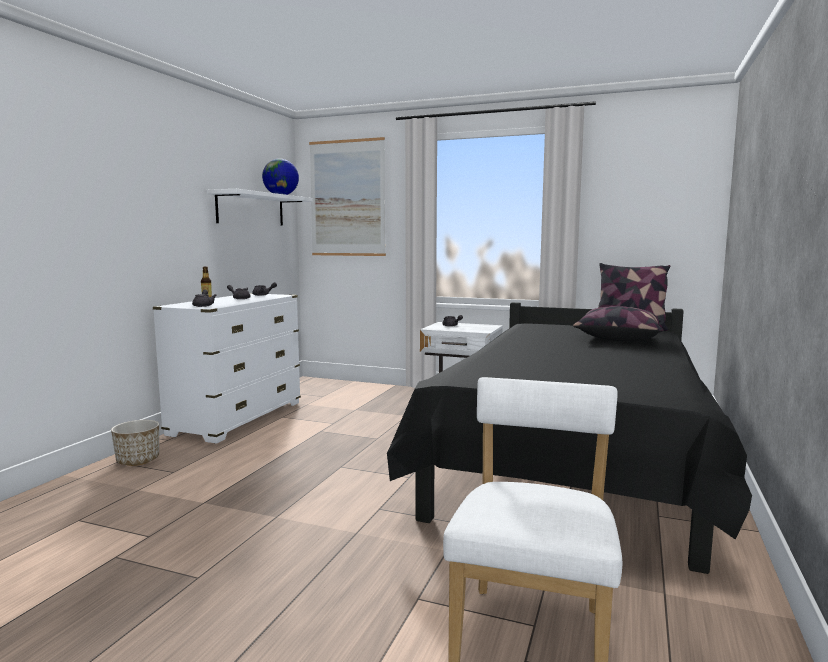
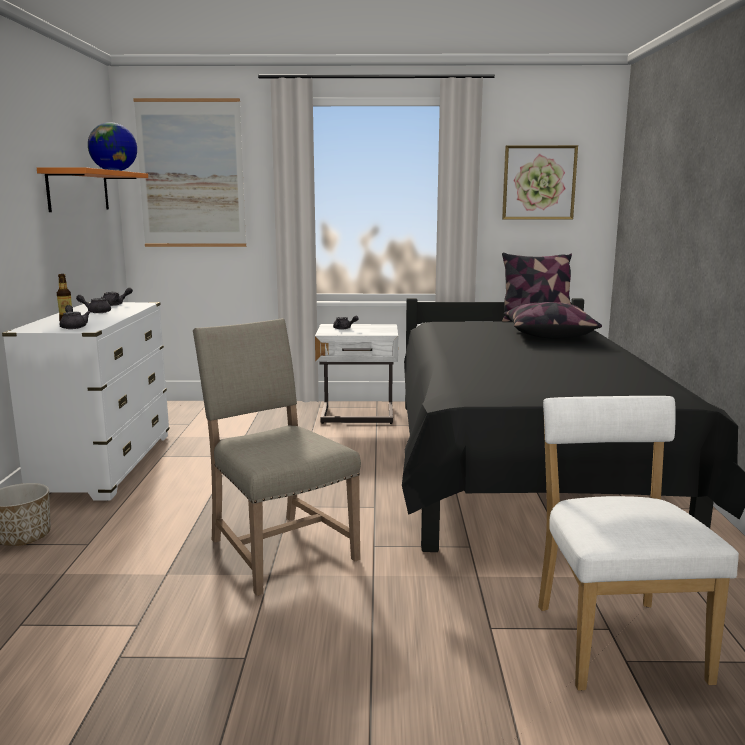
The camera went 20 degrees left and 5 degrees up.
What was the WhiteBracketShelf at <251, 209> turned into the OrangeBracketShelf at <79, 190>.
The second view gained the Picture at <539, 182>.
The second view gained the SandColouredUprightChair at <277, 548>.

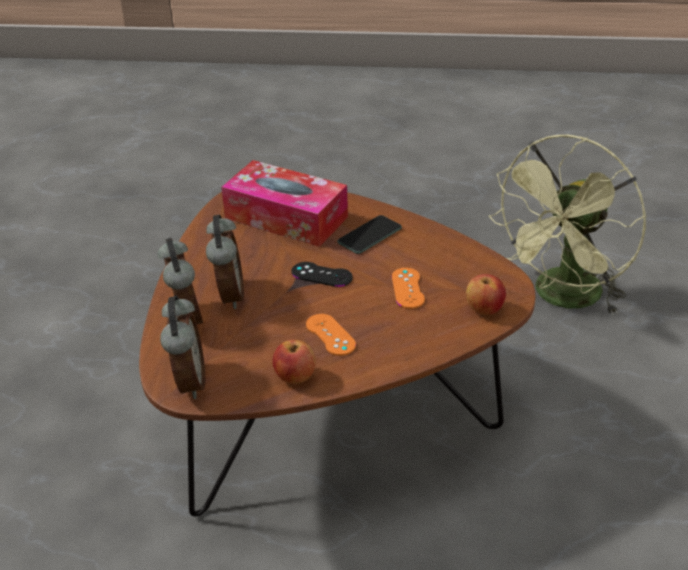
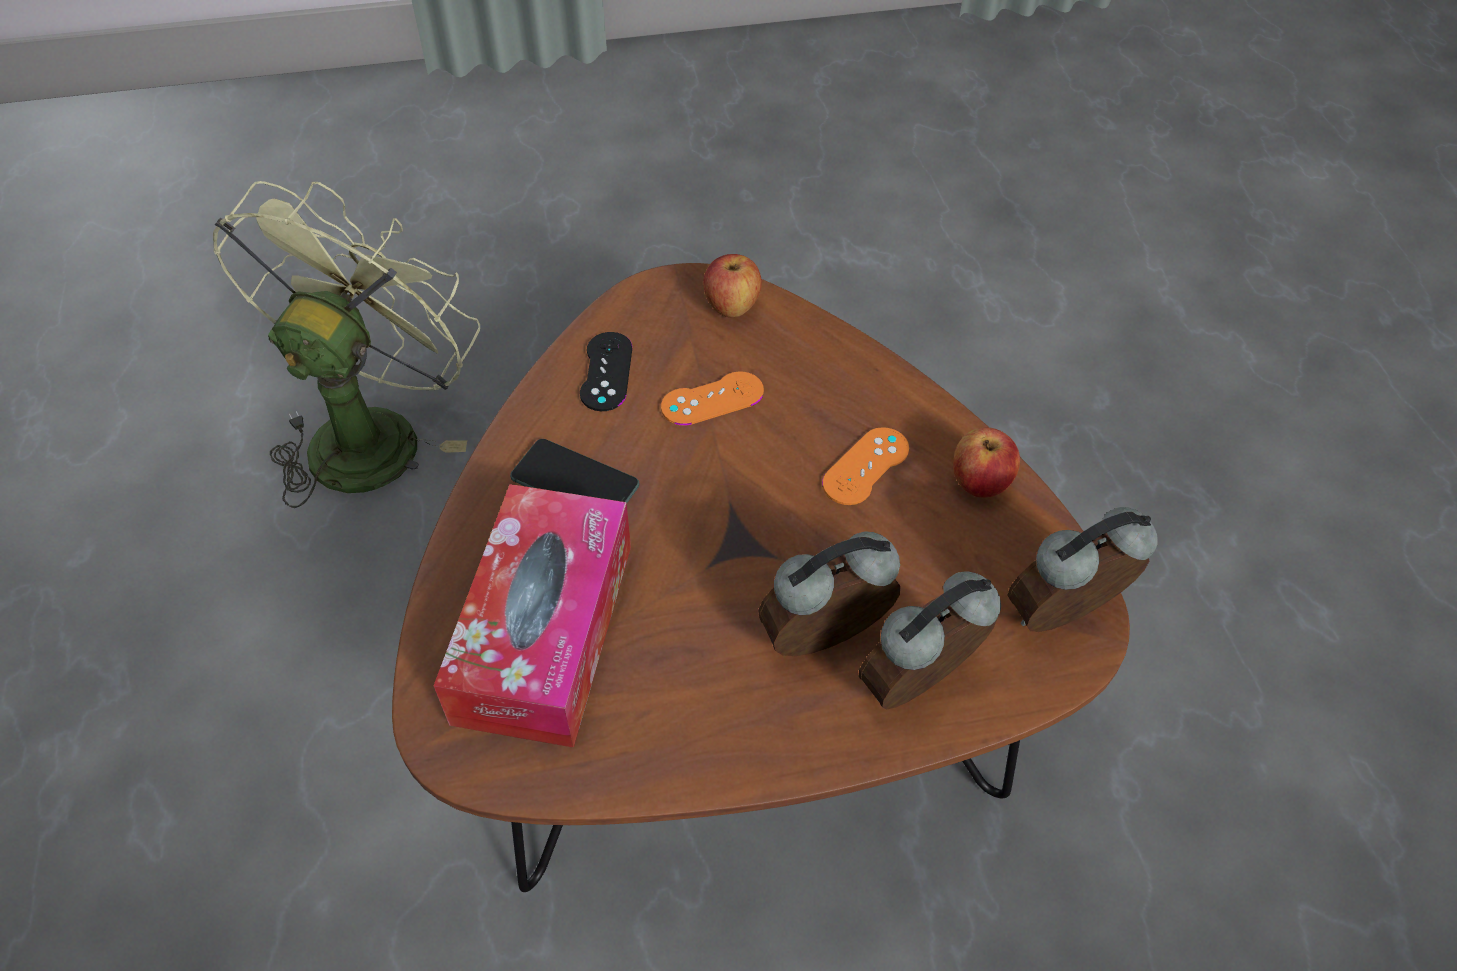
The camera went 110 degrees left and 15 degrees up.
The GreenColouredElectricFan at <563, 299> ended up facing another way, 90 degrees counterclockwise from before.
The BlackishGameController ended up elsewhere, having gone from <321, 275> to <606, 371>.

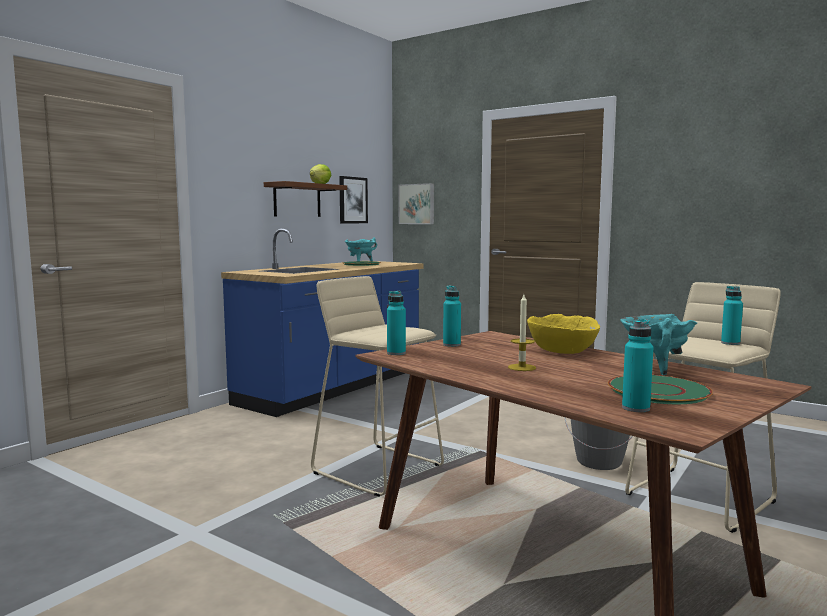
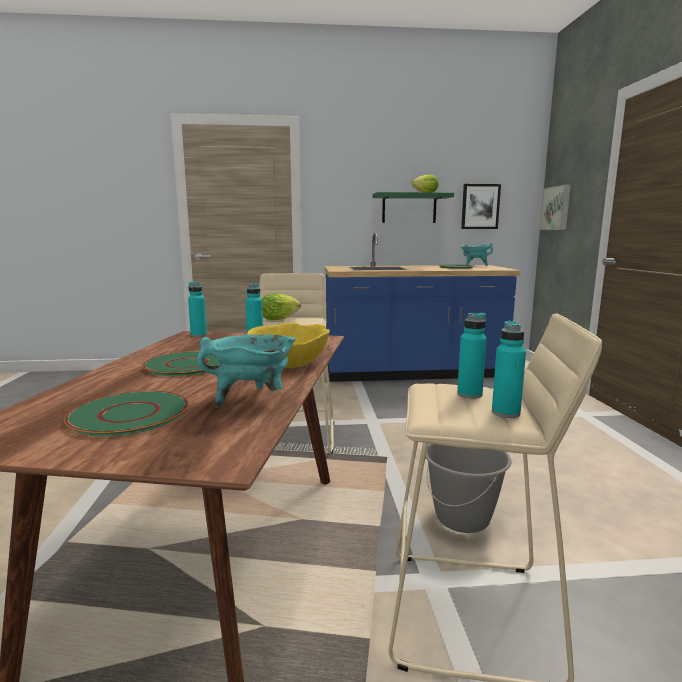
The camera went 50 degrees right and 5 degrees up.
What was the BrownBracketShelf at <297, 200> turned into the GreenColouredBracketShelf at <409, 208>.
Where the Candle stood at <522, 367>, the GreenColouredPlate came to stand at <187, 365>.
The BlueGreenBeverageBottle ended up elsewhere, having gone from <635, 408> to <469, 394>.
The second view gained the LettuceHead at <278, 319>.

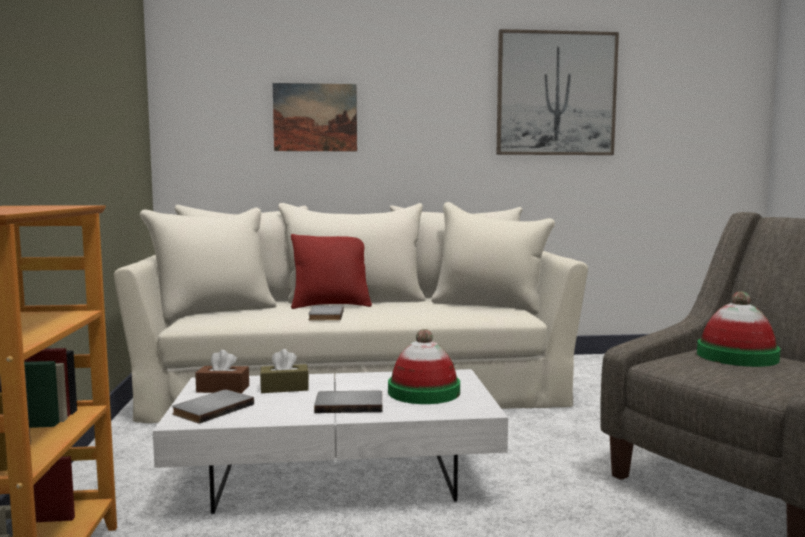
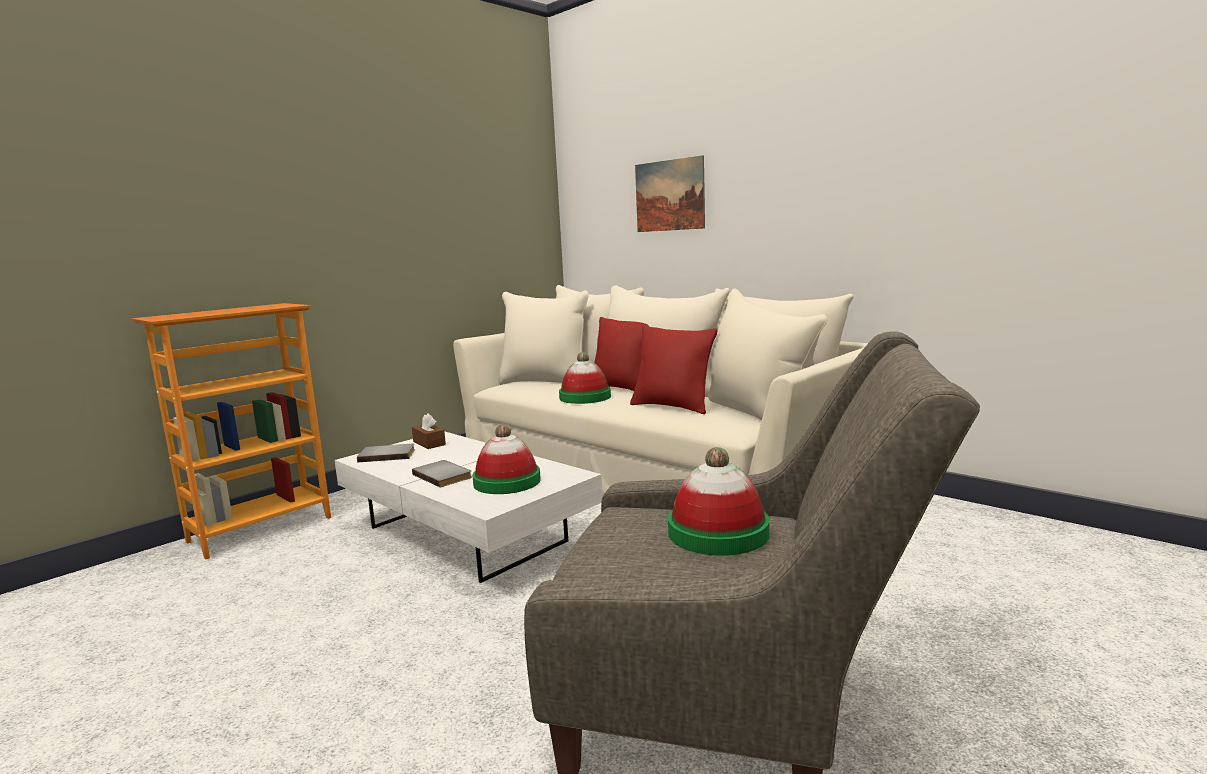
The camera went 50 degrees right and 5 degrees up.
The second view lost the Picture at <556, 94>.
Where the GrayVolume stood at <324, 315>, the Hat came to stand at <585, 397>.
The second view lost the BrownTissueBox at <284, 388>.
The second view gained the ReddishCushion at <672, 407>.

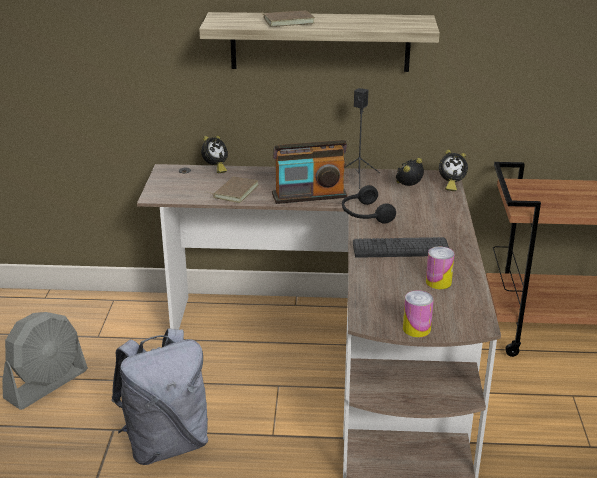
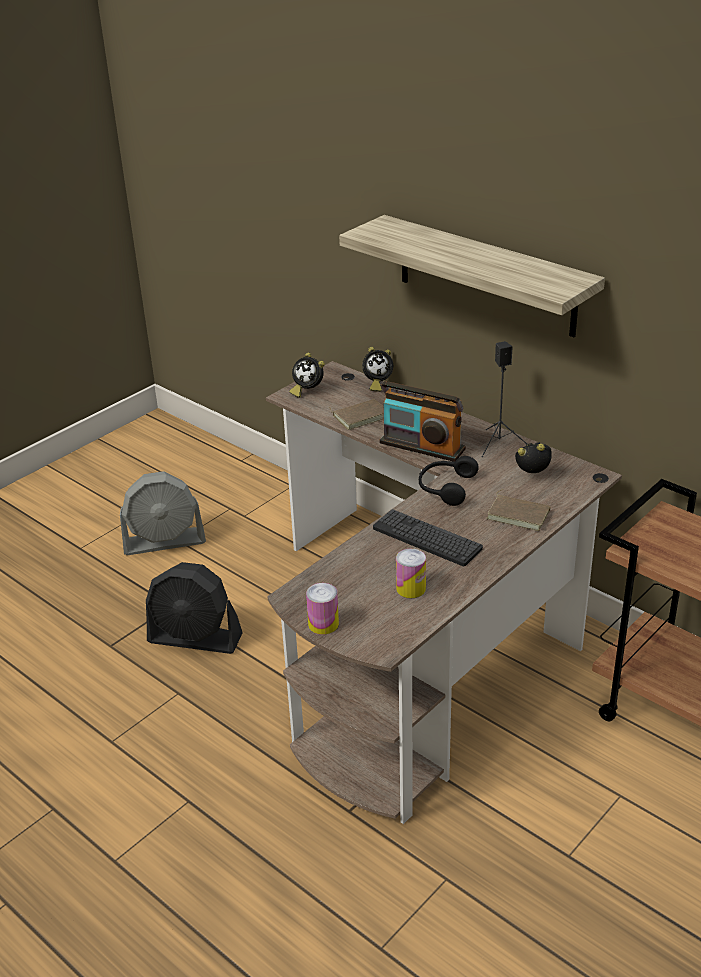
The camera went 40 degrees right and 5 degrees up.
The BrownVolume ended up elsewhere, having gone from <288, 21> to <519, 514>.
The BedsideClock ended up elsewhere, having gone from <450, 185> to <307, 391>.
Where the GrayRucksack stood at <166, 443>, the BlackishElectricFan came to stand at <195, 638>.

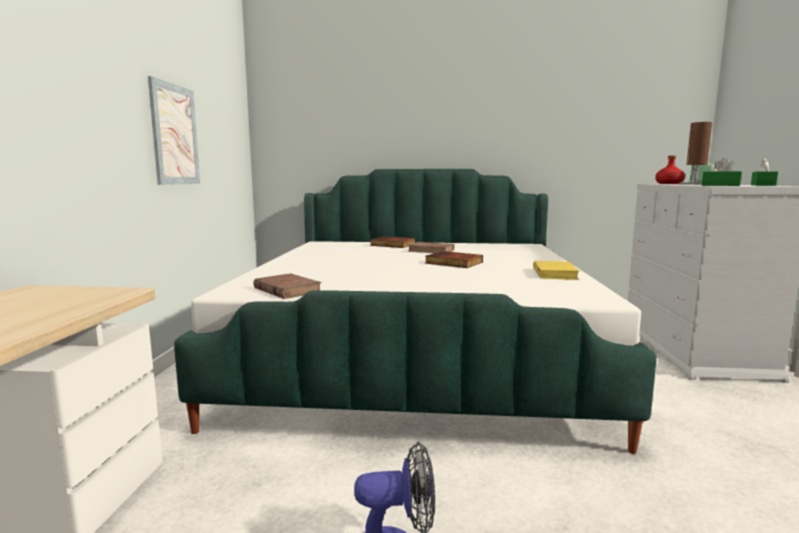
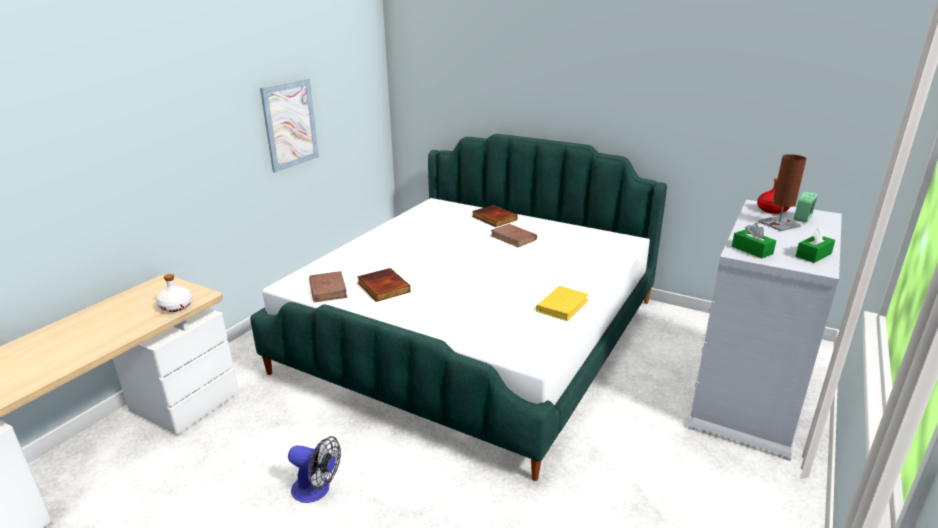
The camera went 25 degrees right and 15 degrees up.
The Volume ended up elsewhere, having gone from <453, 263> to <382, 287>.
The second view gained the WhiteBeverageBottle at <176, 307>.

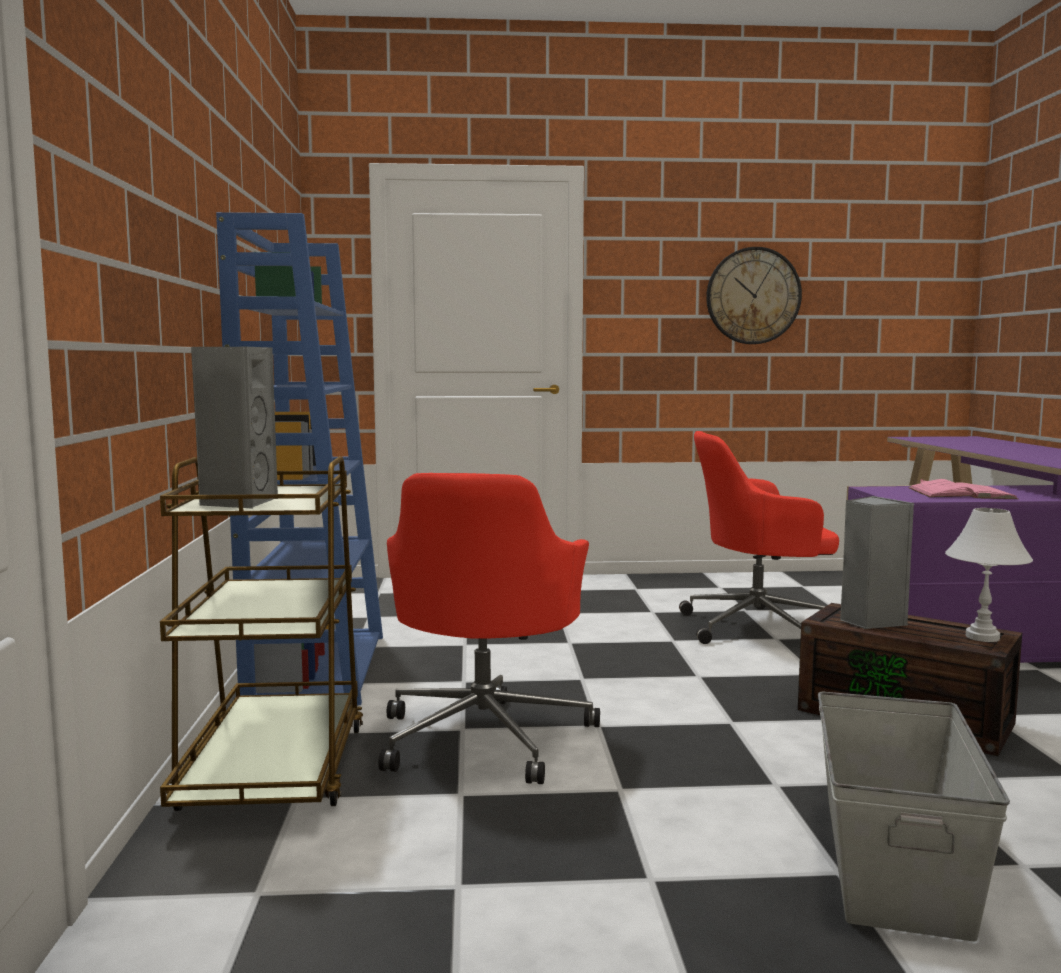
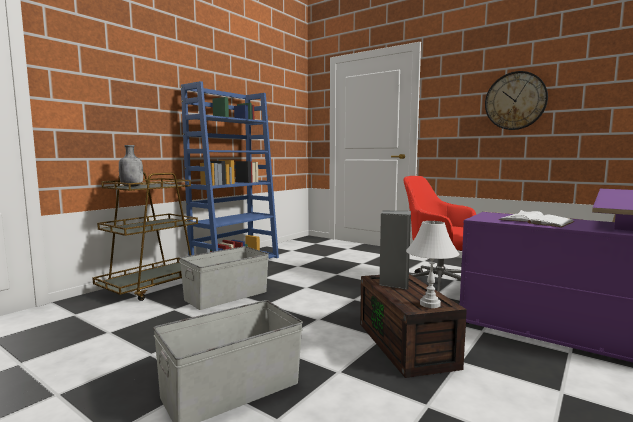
The camera went 40 degrees right and 0 degrees up.
Where the GrayAudioSpeaker stood at <238, 502>, the GrayBeverageBottle came to stand at <132, 186>.
Where the ReddishDeskChair stood at <485, 736>, the GrayStorageBin came to stand at <225, 295>.
What was the PinkishVolume at <961, 493> turned into the WhiteVolume at <535, 221>.

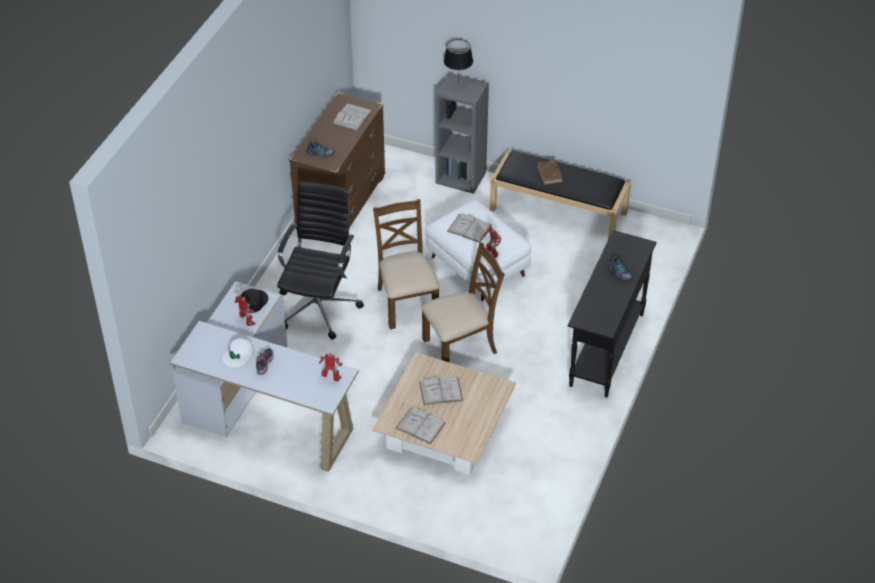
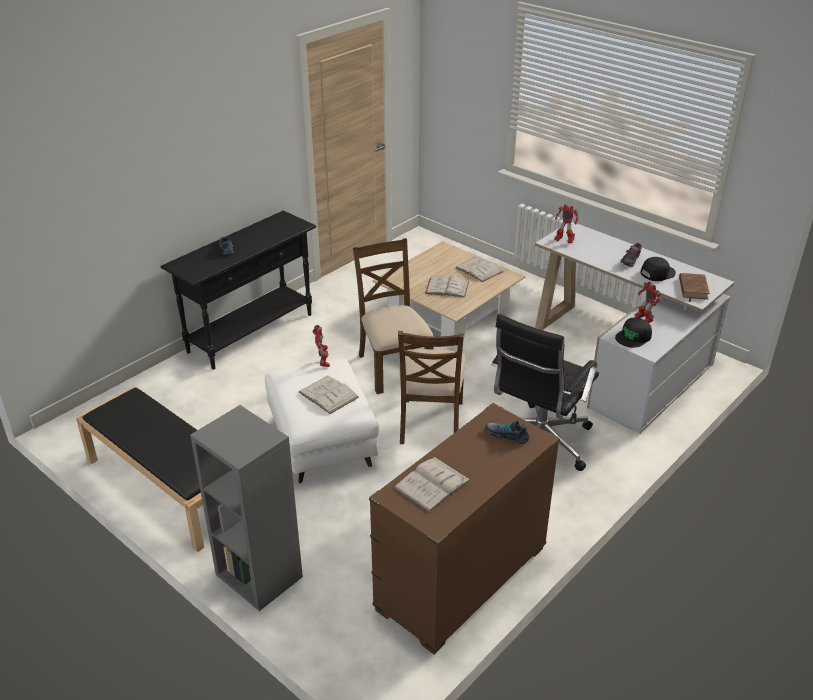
The camera went 160 degrees left and 10 degrees down.
The second view lost the BlackishTableLamp at <458, 82>.
The BrownVolume ended up elsewhere, having gone from <550, 174> to <692, 289>.
The BrownUprightChair at <461, 346> ended up facing another way, 75 degrees clockwise from before.
What was the WhitePeakedCap at <239, 355> turned into the BlackishPeakedCap at <657, 273>.

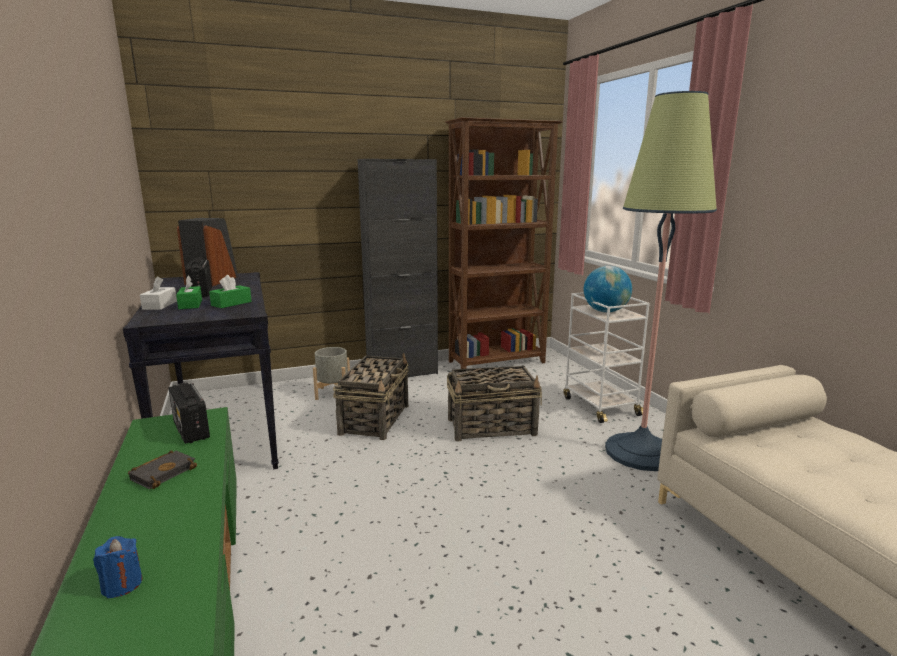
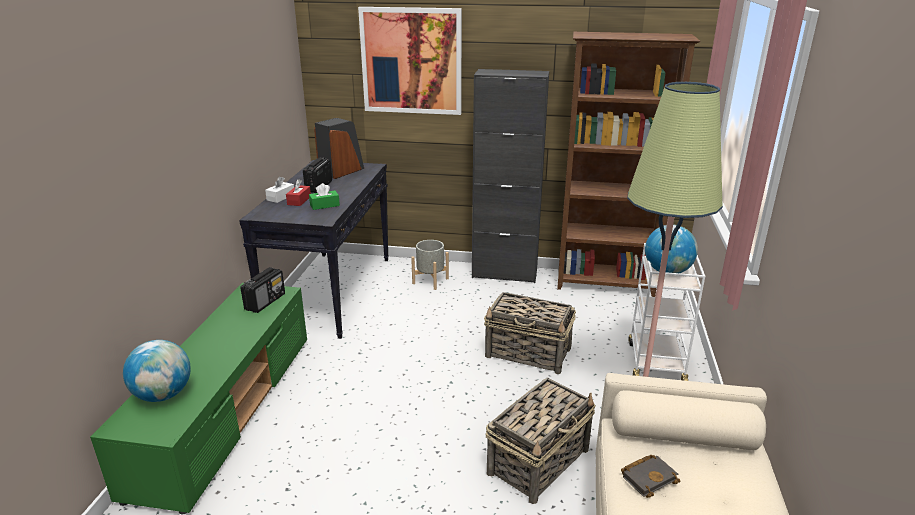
The camera went 30 degrees right and 10 degrees up.
What was the GreenColouredTissueBox at <190, 304> turned into the ReddishTissueBox at <299, 200>.
The StorageBasket ended up elsewhere, having gone from <375, 419> to <539, 461>.
The Radio at <191, 430> ended up facing another way, 150 degrees counterclockwise from before.
The BlackishVolume ended up elsewhere, having gone from <163, 472> to <649, 477>.
Where the BlueColouredCandle stood at <122, 584>, the WorldGlobe came to stand at <163, 395>.
The second view gained the Picture at <411, 61>.

